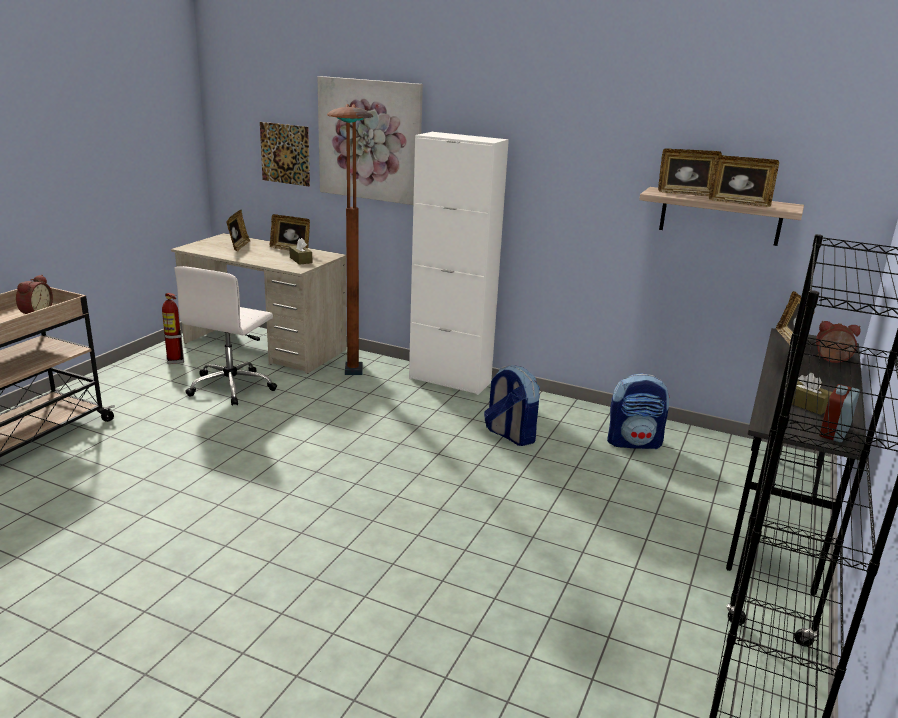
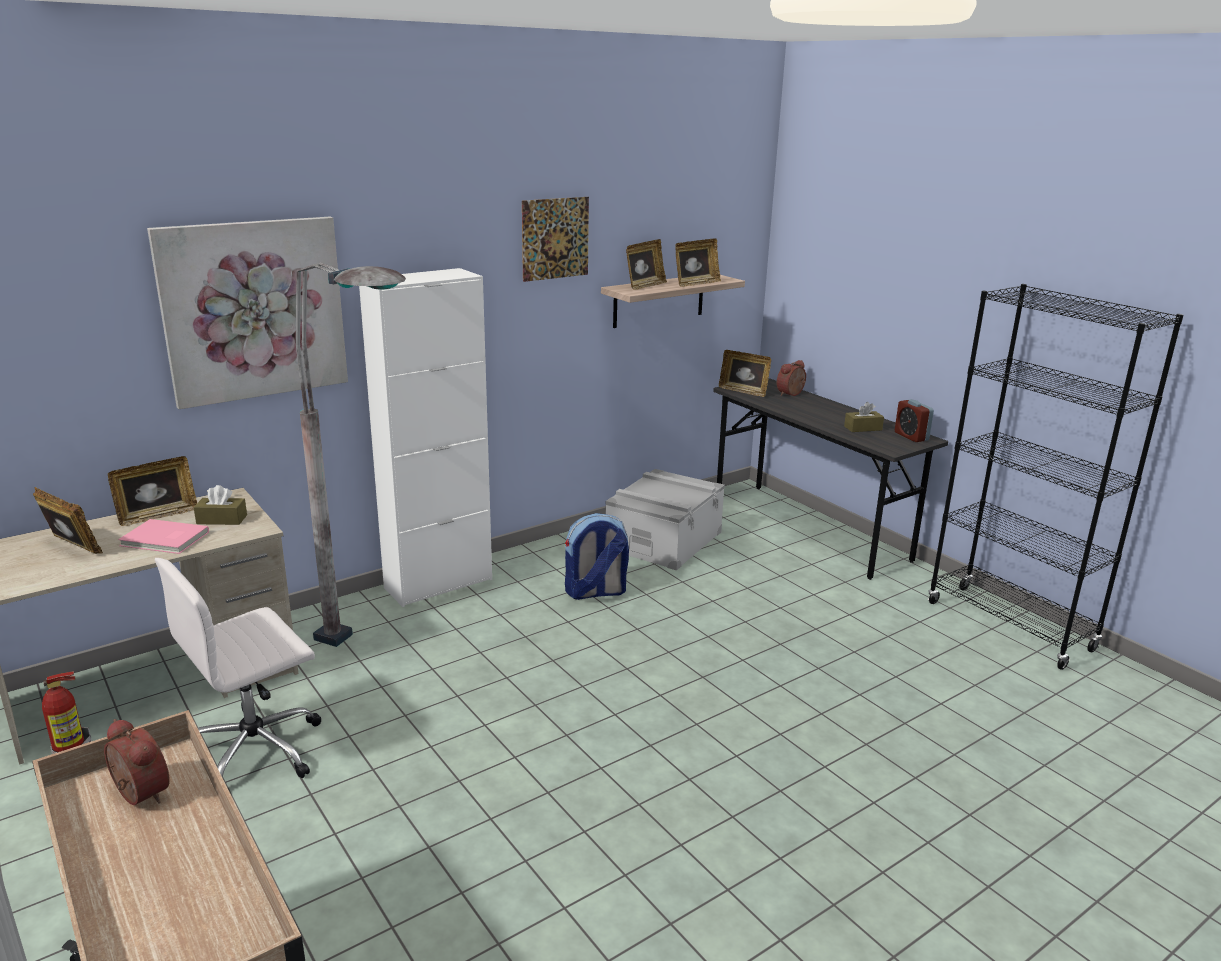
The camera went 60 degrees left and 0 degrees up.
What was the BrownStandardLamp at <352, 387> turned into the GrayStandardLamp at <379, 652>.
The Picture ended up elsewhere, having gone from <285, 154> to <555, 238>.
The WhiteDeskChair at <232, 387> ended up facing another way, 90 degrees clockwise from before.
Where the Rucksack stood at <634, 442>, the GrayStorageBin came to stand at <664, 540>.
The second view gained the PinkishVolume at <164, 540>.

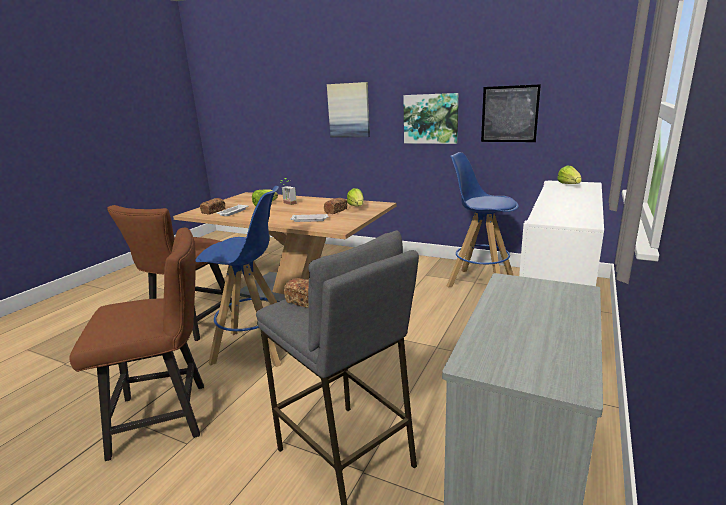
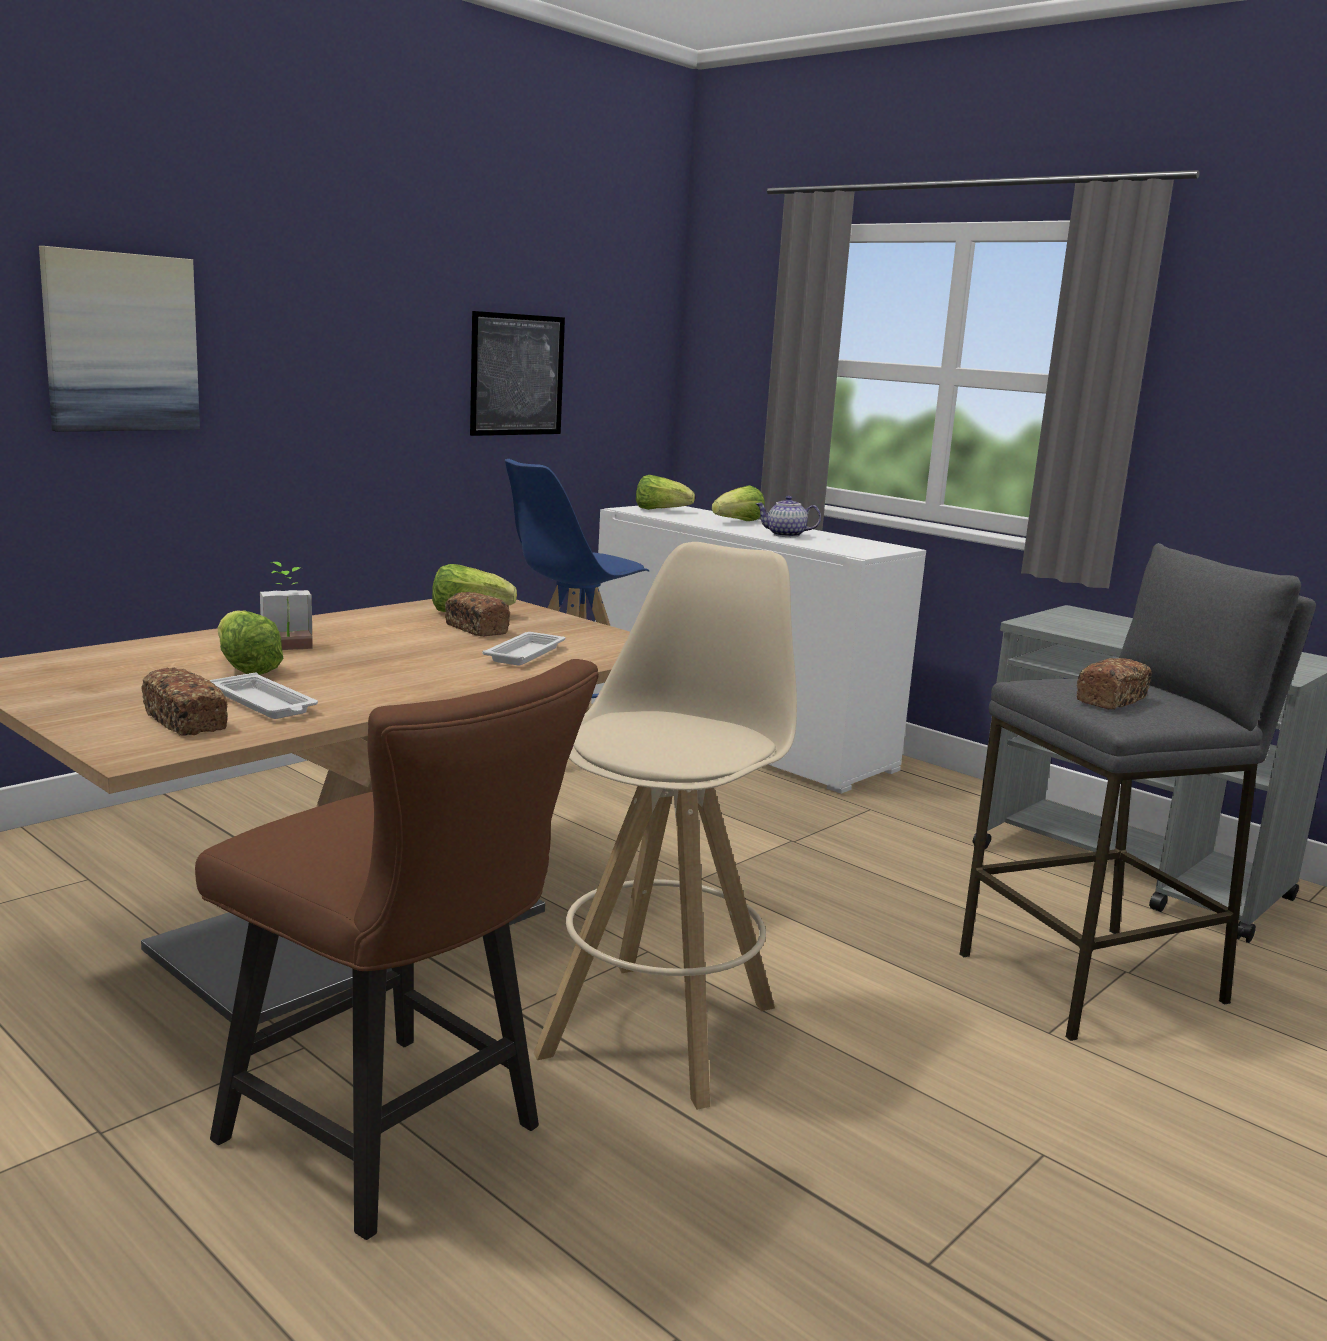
The camera went 75 degrees left and 5 degrees down.
The second view lost the Picture at <431, 119>.
What was the BlueColouredStool at <255, 348> turned into the SandColouredStool at <661, 1028>.
The second view lost the BrownUprightChair at <169, 416>.
The second view gained the LettuceHead at <738, 522>.
The second view gained the PotForTea at <785, 535>.

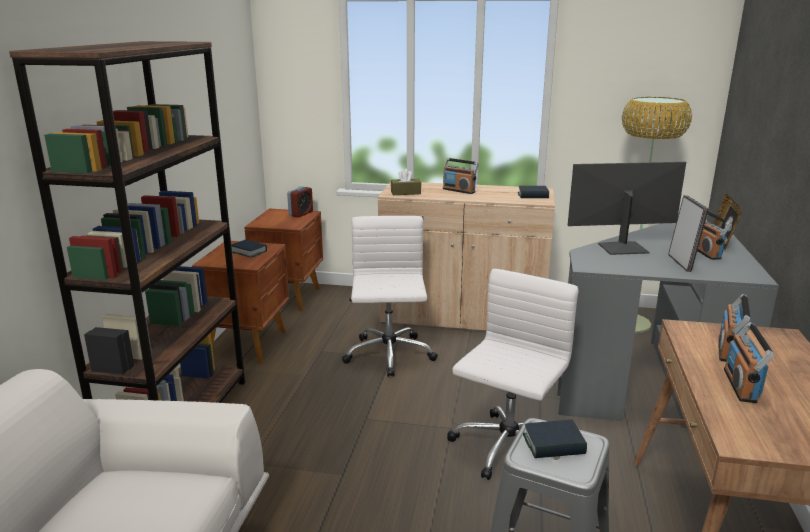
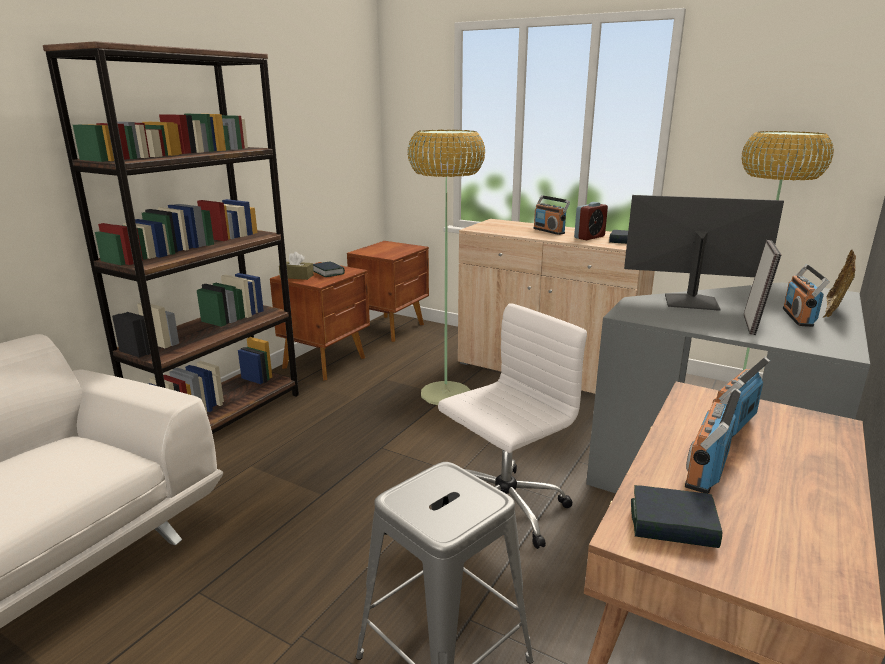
The camera went 20 degrees right and 0 degrees up.
The BrownTissueBox ended up elsewhere, having gone from <405, 193> to <296, 276>.
The BedsideClock ended up elsewhere, having gone from <301, 214> to <589, 237>.
Where the WhiteDeskChair stood at <389, 355>, the StandardLamp came to stand at <446, 394>.
The Volume ended up elsewhere, having gone from <554, 445> to <673, 524>.

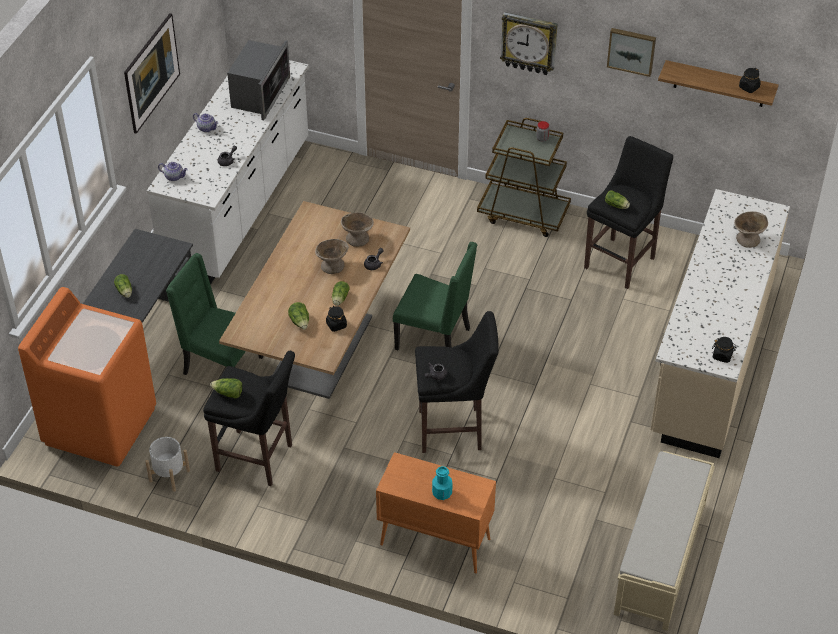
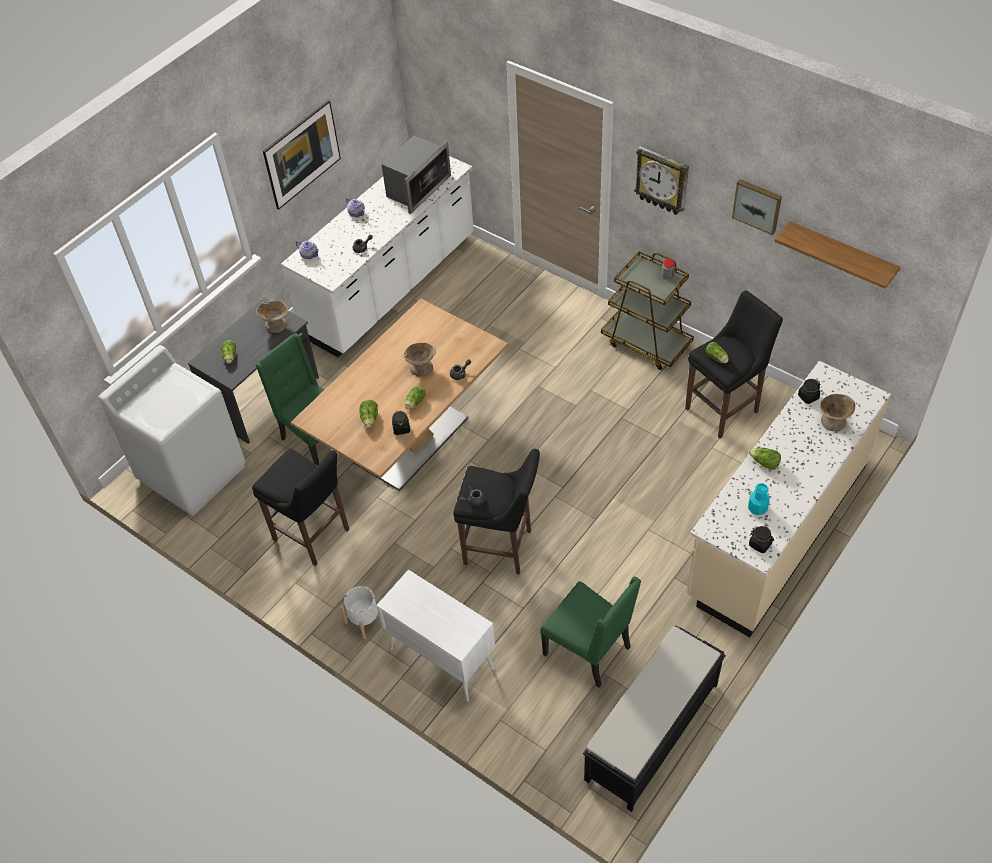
The camera went 20 degrees right and 5 degrees up.
The BlackishJar ended up elsewhere, having gone from <749, 87> to <808, 397>.
The SandColouredServingBowl ended up elsewhere, having gone from <357, 239> to <276, 325>.
The GreenColouredUprightChair ended up elsewhere, having gone from <435, 338> to <589, 651>.
What was the OrangeLaundryAppliance at <100, 425> turned into the WhiteLaundryAppliance at <193, 472>.
The LettuceHead ended up elsewhere, having gone from <228, 393> to <764, 463>.
The WhitePlantPot ended up elsewhere, having gone from <169, 476> to <364, 621>.
What was the SandColouredIndoorBench at <660, 560> turned into the BlackishIndoorBench at <651, 733>.
What was the OrangeCupboard at <434, 542> turned into the WhiteCupboard at <440, 658>.
The BlueGreenBeverageBottle ended up elsewhere, having gone from <442, 493> to <757, 508>.

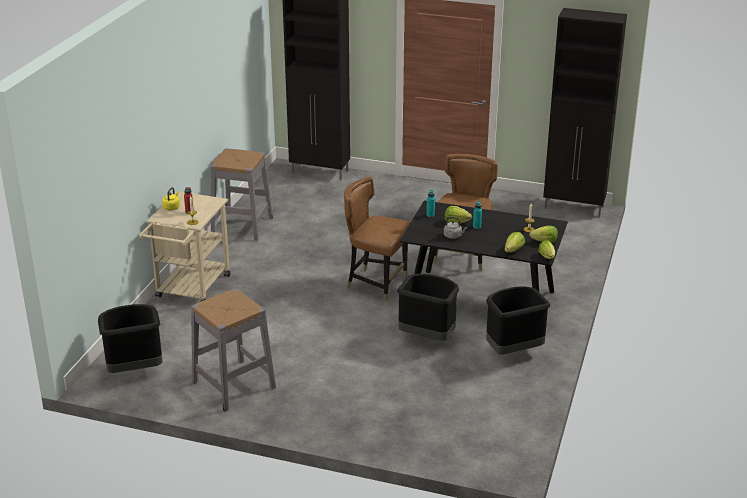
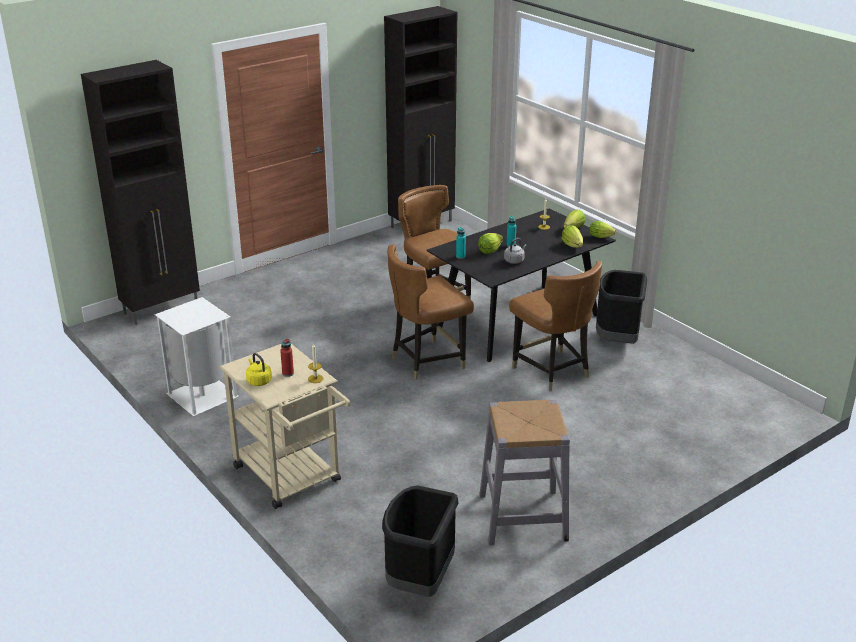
The camera went 55 degrees left and 0 degrees up.
Where the GrayStool stood at <242, 226>, the WhiteRubbishBin came to stand at <201, 395>.
Where the BlackishRubbishBin stood at <427, 337>, the BrownUprightChair came to stand at <552, 371>.

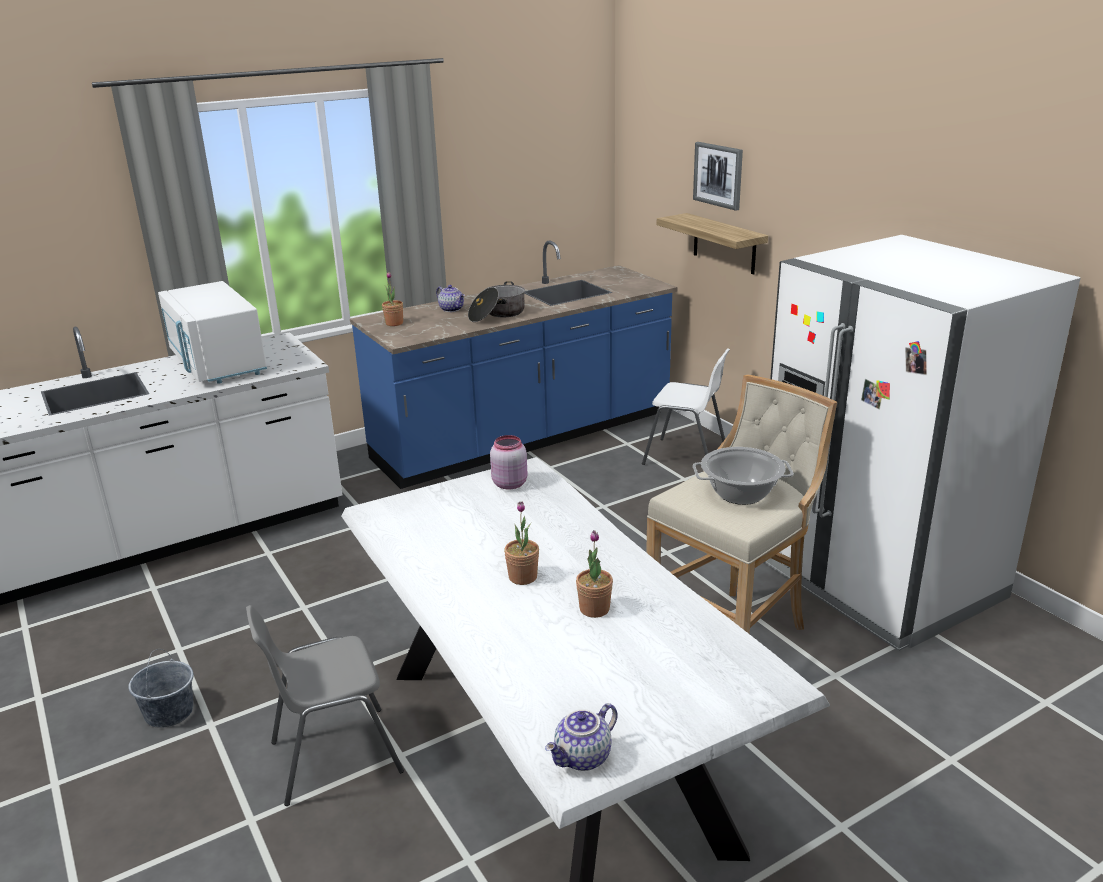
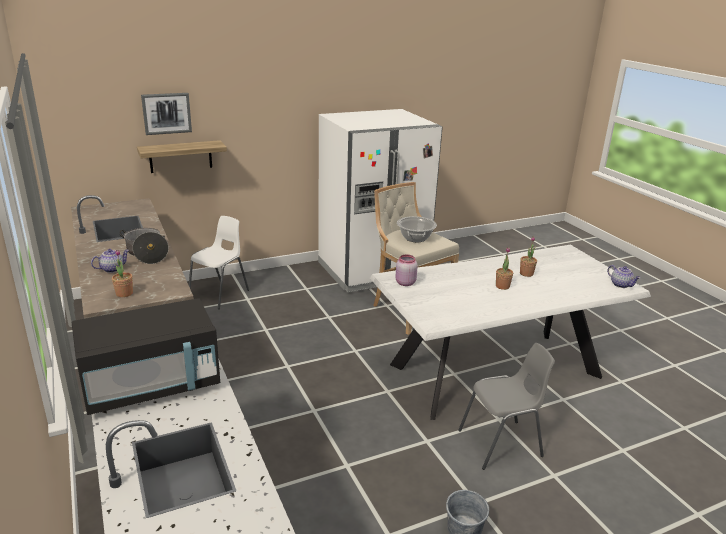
The camera went 85 degrees left and 0 degrees up.
What was the WhiteKitchenMicrowave at <217, 364> turned into the BlackishKitchenMicrowave at <152, 385>.
The GrayUprightChair at <334, 756> ended up facing another way, 90 degrees counterclockwise from before.

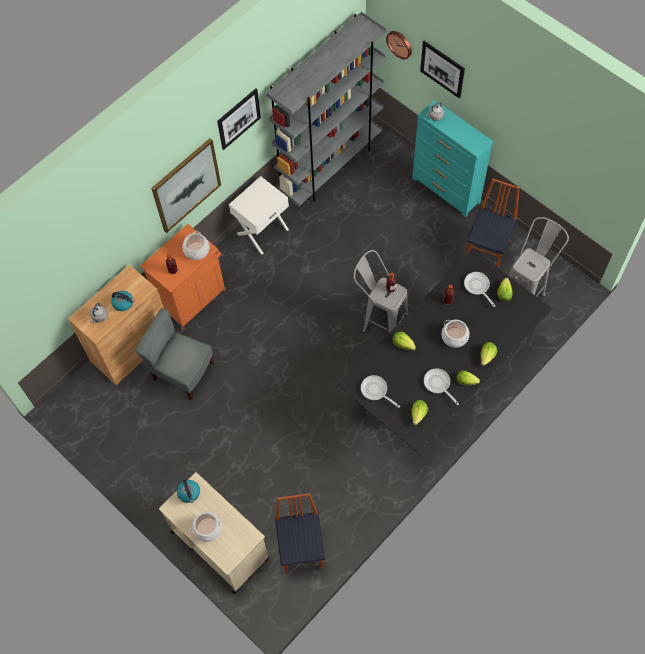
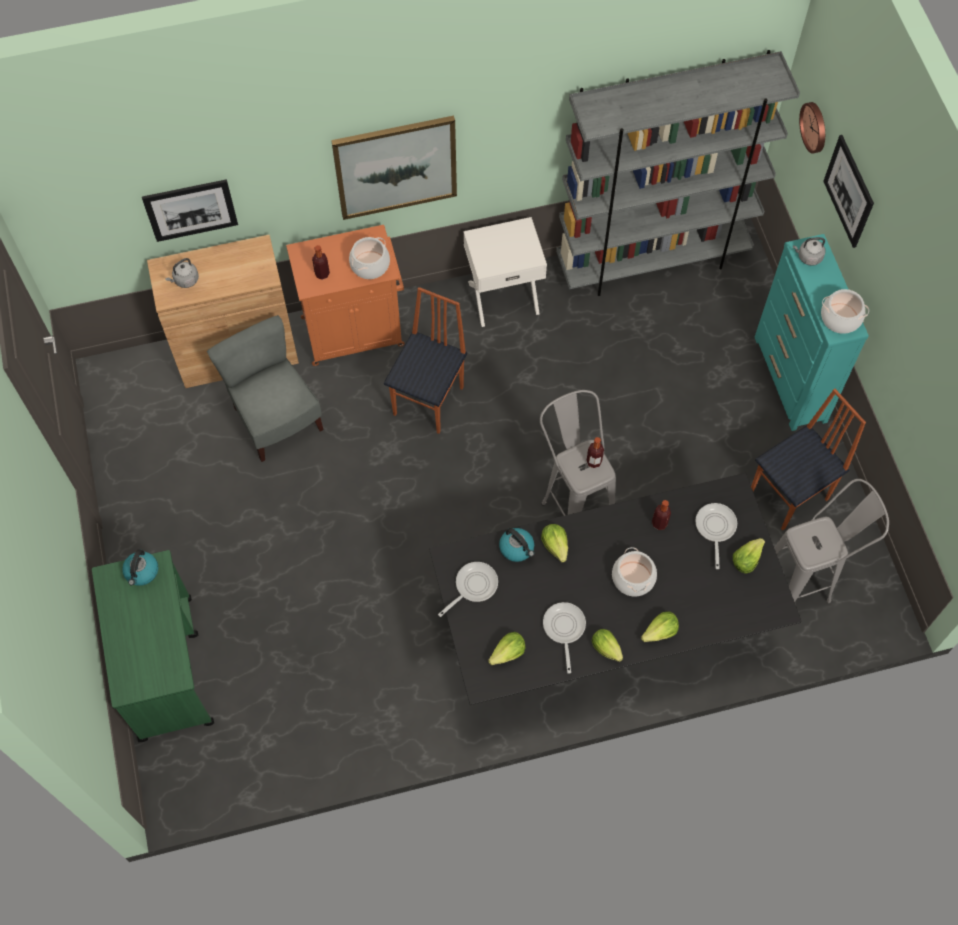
The camera went 30 degrees right and 0 degrees up.
The Picture ended up elsewhere, having gone from <239, 118> to <190, 210>.
The TeaKettle ended up elsewhere, having gone from <123, 303> to <517, 548>.
The Skillet at <376, 391> ended up facing another way, 60 degrees clockwise from before.
What was the SandColouredTrolley at <219, 544> turned into the GreenColouredTrolley at <166, 666>.
The UprightChair ended up elsewhere, having gone from <302, 550> to <430, 401>.
The Saucepot ended up elsewhere, having gone from <207, 529> to <840, 318>.

